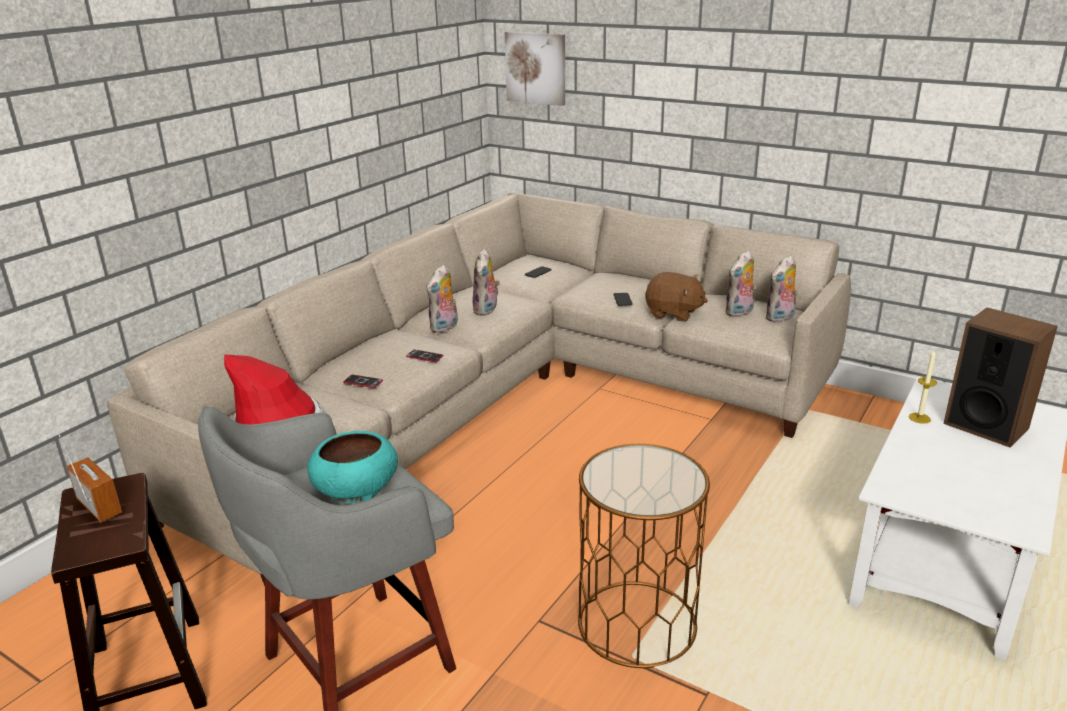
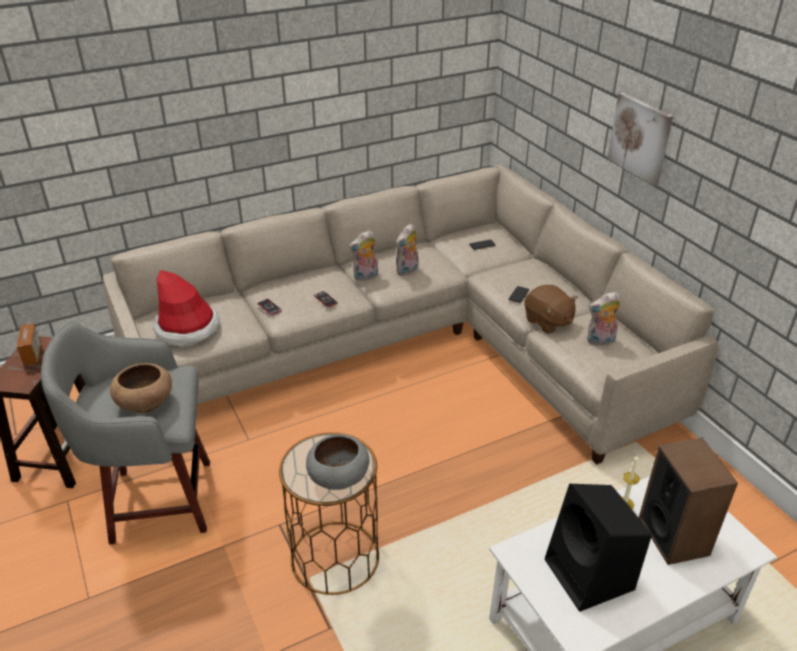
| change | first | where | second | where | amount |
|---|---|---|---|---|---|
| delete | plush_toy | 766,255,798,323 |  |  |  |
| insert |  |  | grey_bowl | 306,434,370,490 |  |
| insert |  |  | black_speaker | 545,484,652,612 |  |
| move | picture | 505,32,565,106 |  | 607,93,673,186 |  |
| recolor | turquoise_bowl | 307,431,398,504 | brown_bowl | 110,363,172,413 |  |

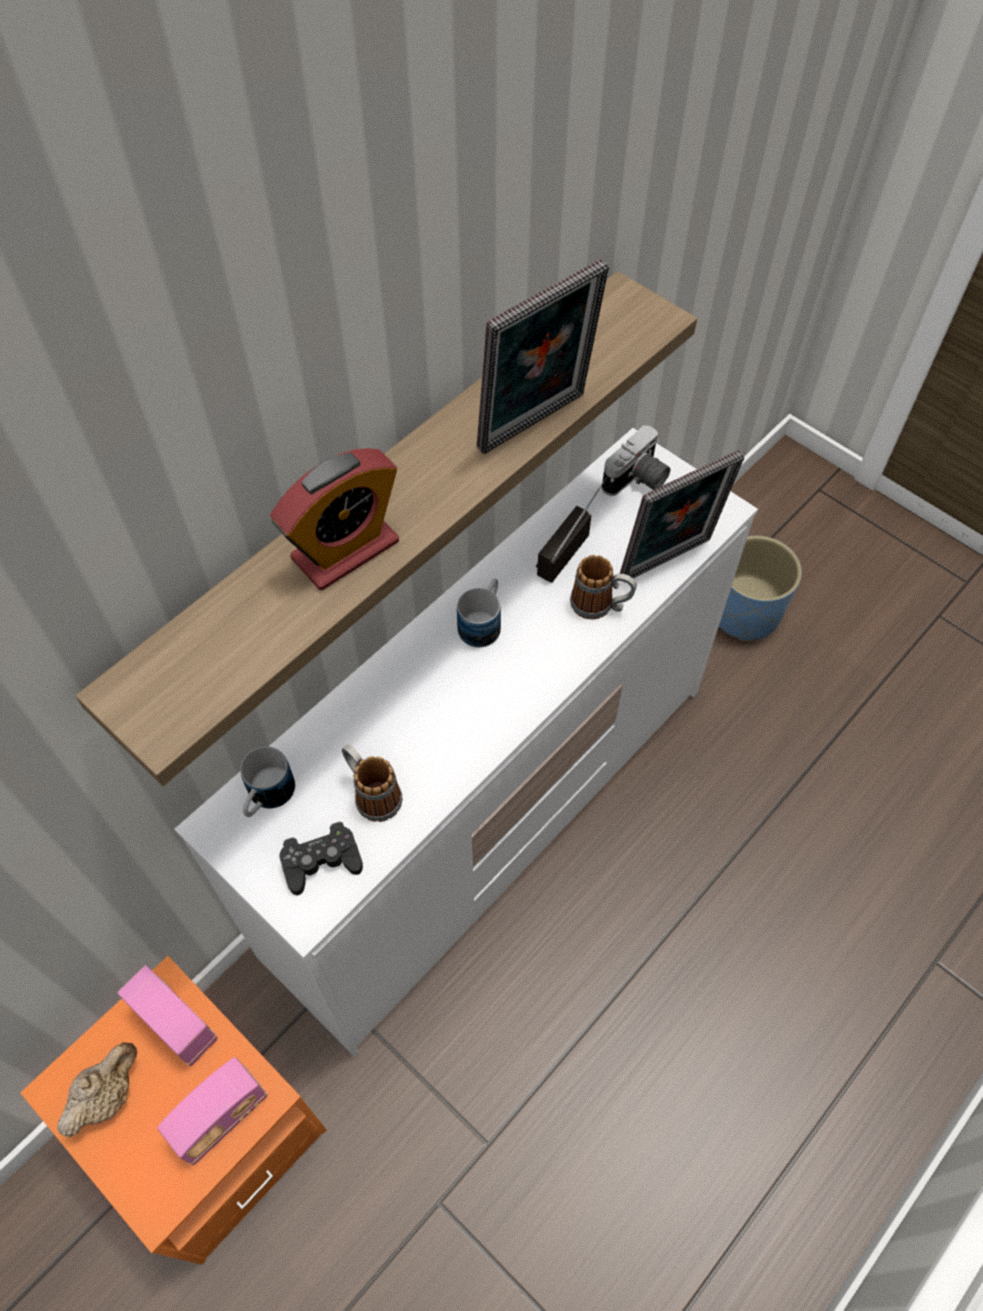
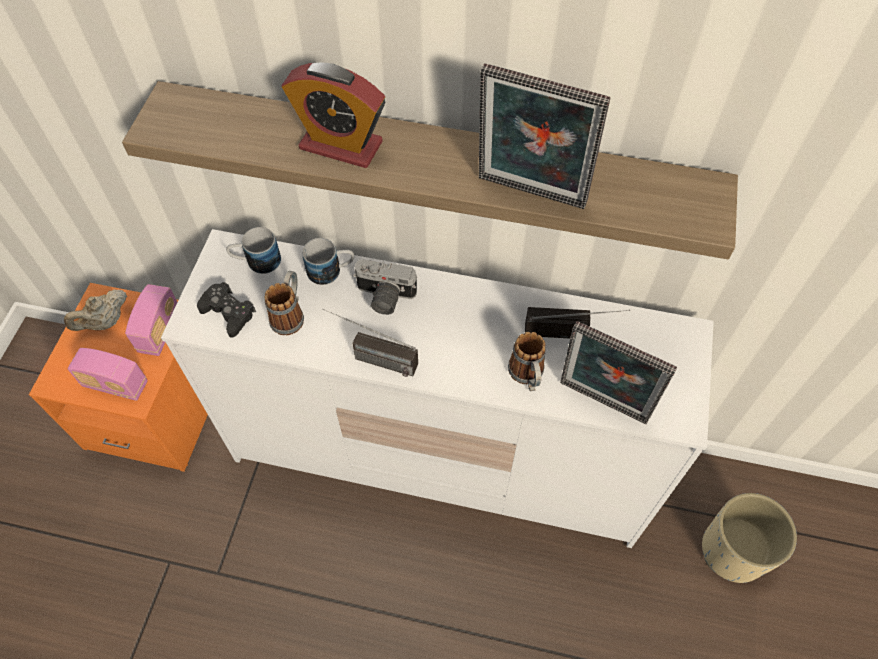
| change | first | where | second | where | amount |
|---|---|---|---|---|---|
| insert |  |  | radio | 322,309,418,377 |  |
| move | mug | 457,578,501,647 |  | 302,238,354,285 |  |
| move | photo_camera | 602,425,671,496 |  | 353,260,417,315 |  |
| recolor | blue_planter | 719,536,802,642 | beige_planter | 702,493,797,583 |  |
| rotate | beige_teapot | 57,1042,137,1138 |  | 64,289,127,331 | 135 degrees clockwise |

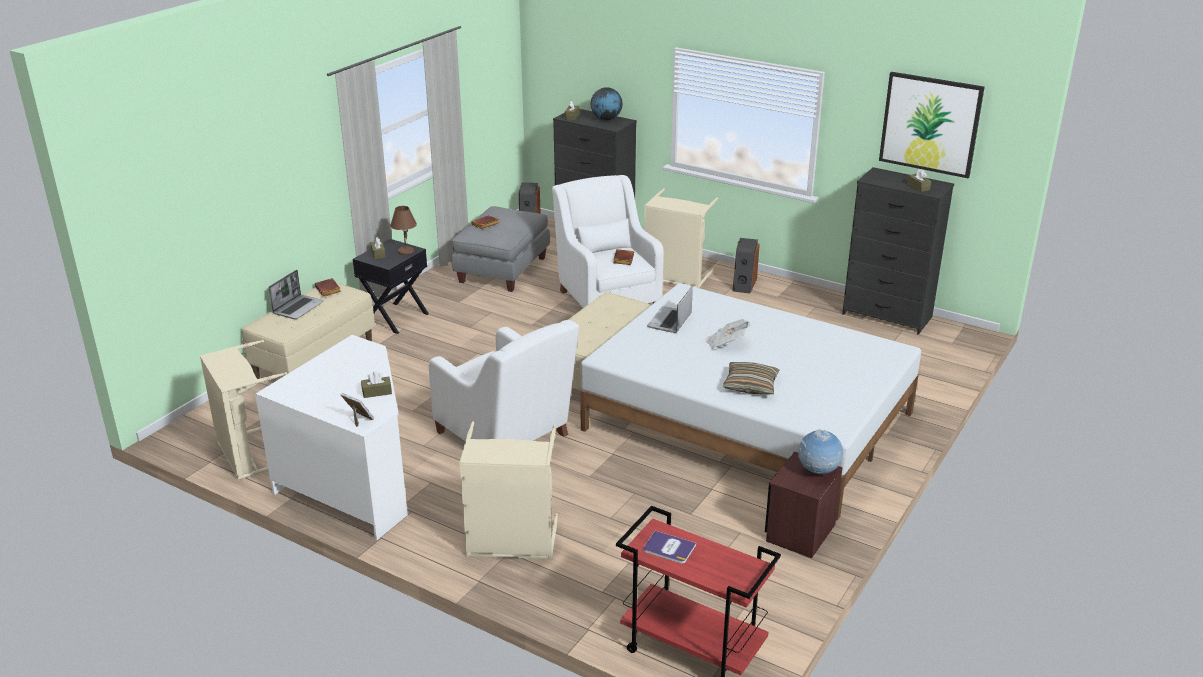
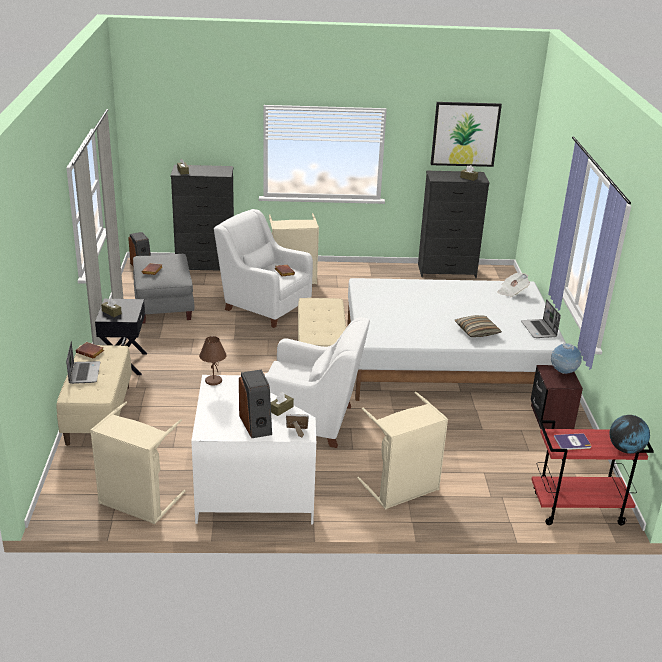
| change | first | where | second | where | amount |
|---|---|---|---|---|---|
| move | brown_table_lamp | 390,206,417,255 |  | 199,336,227,385 |  |
| move | globe | 591,87,623,120 |  | 610,415,650,454 |  |
| move | laptop | 647,286,693,333 |  | 521,299,561,338 |  |
| move | newspaper | 705,319,750,349 |  | 497,273,530,297 |  |
| move | speaker | 733,238,760,293 |  | 239,370,272,438 |  |

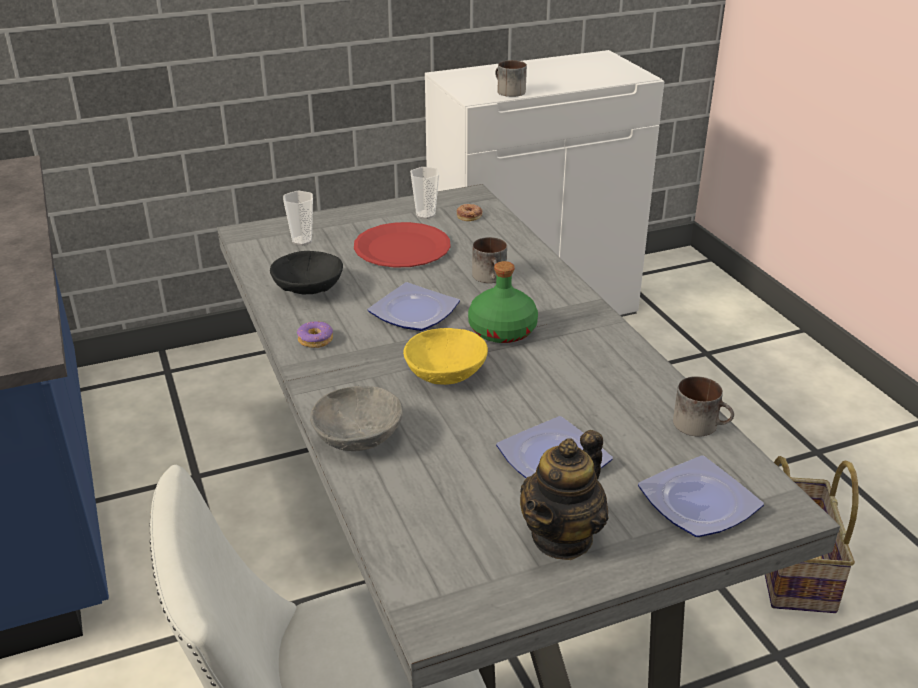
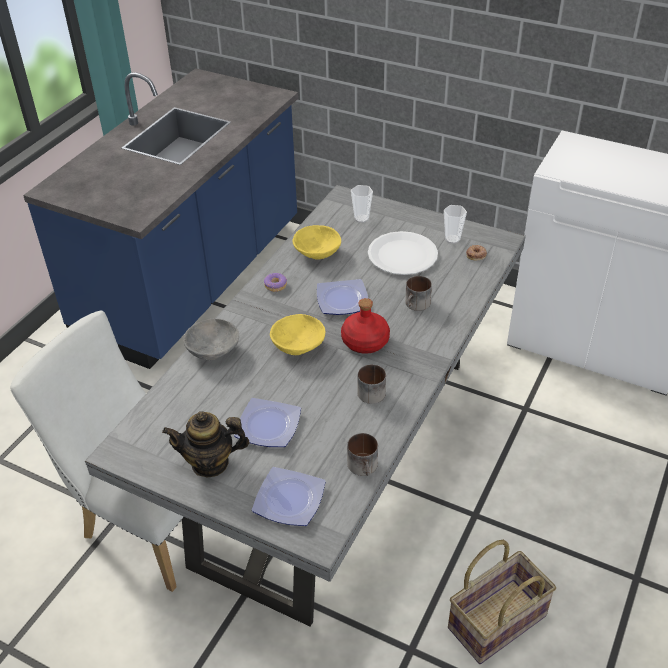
| change | first | where | second | where | amount |
|---|---|---|---|---|---|
| move | mug | 495,60,527,97 |  | 358,364,386,404 |  |
| recolor | black_bowl | 270,251,343,295 | yellow_bowl | 292,225,341,259 |  |
| recolor | red_plate | 354,222,451,268 | white_plate | 368,231,438,275 |  |
| recolor | green_bottle | 468,261,538,343 | red_bottle | 341,298,390,354 |  |

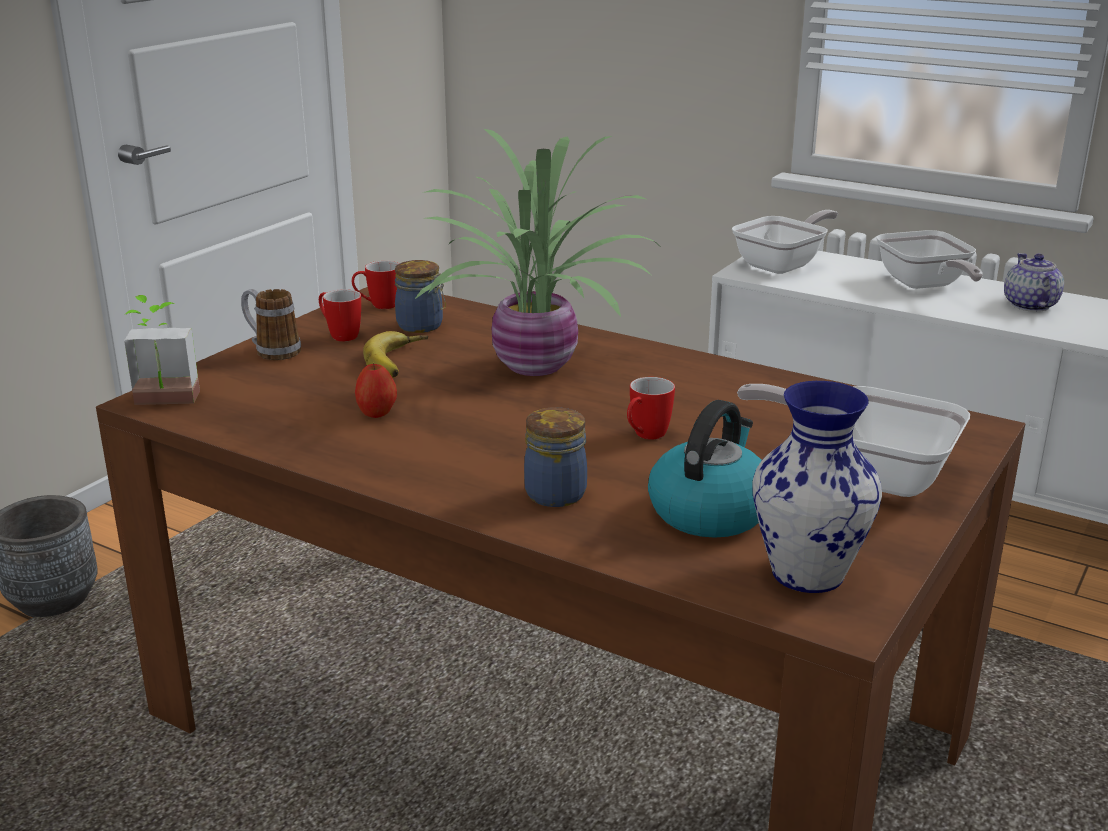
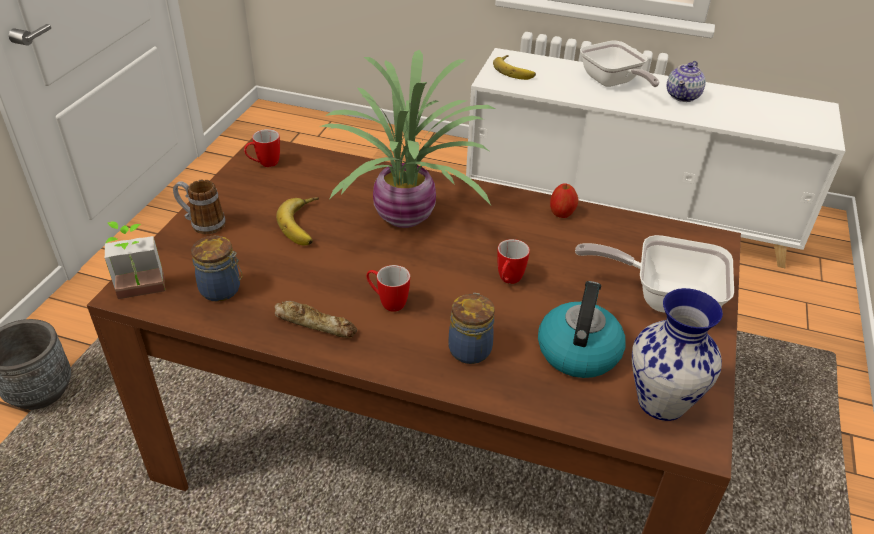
| change | first | where | second | where | amount |
|---|---|---|---|---|---|
| insert |  |  | bread | 275,301,357,338 |  |
| move | mug | 319,289,361,341 |  | 366,265,410,312 |  |
| move | apple | 355,363,397,418 |  | 550,183,578,218 |  |
| move | jar | 395,260,446,333 |  | 191,236,243,302 |  |
| replace | frying_pan | 732,210,838,274 | banana | 493,55,536,80 |  |
| rotate | teapot | 1004,253,1064,312 |  | 667,61,706,102 | 135 degrees counterclockwise |

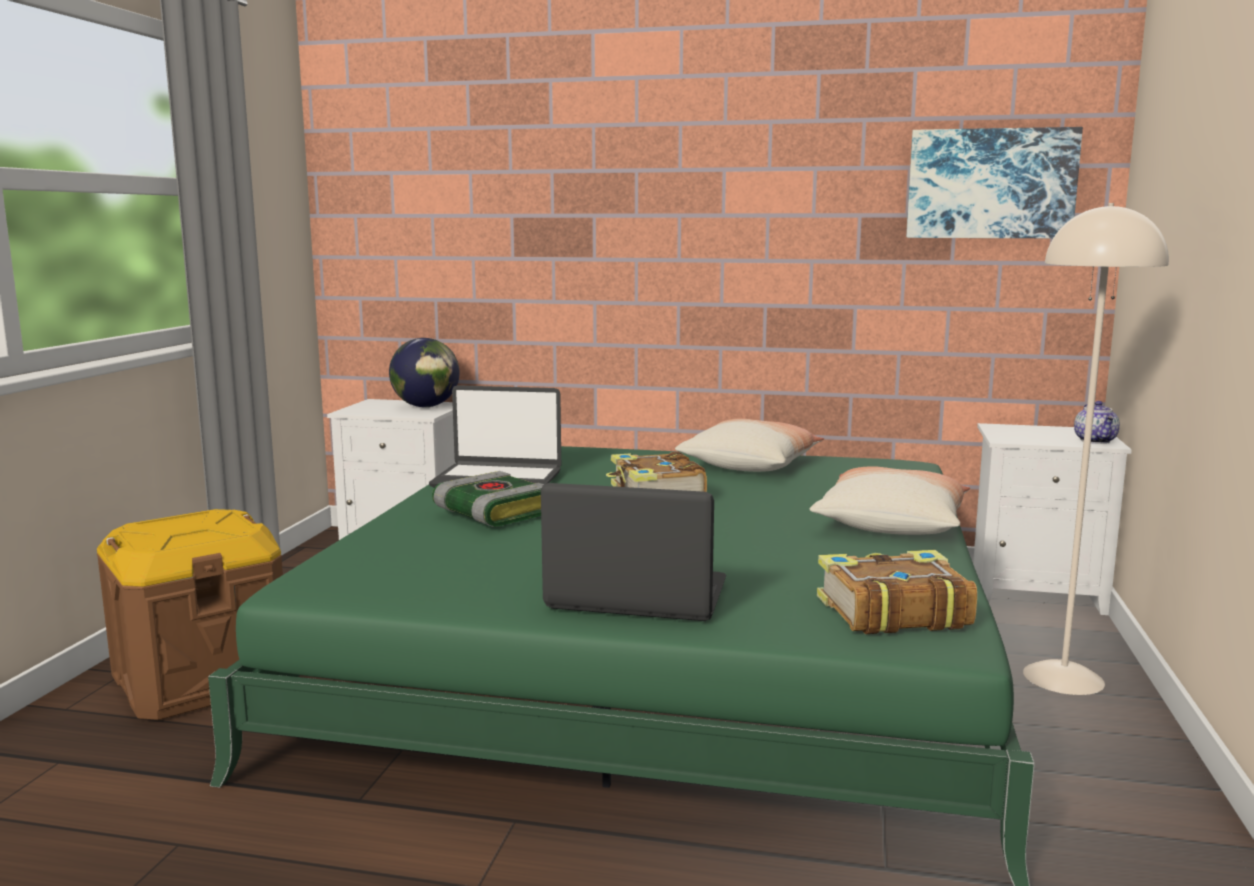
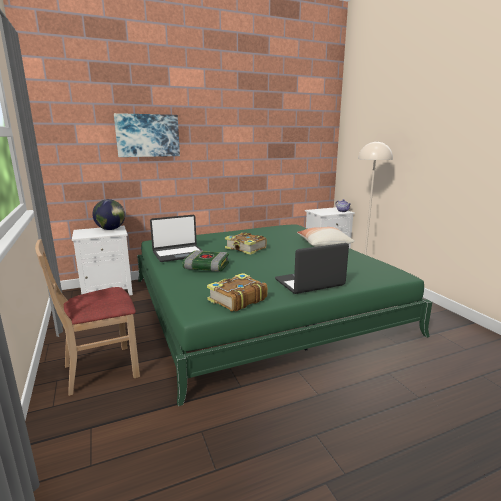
| change | first | where | second | where | amount |
|---|---|---|---|---|---|
| delete | pillow | 675,419,824,472 |  |  |  |
| move | book | 817,550,977,634 |  | 207,273,268,312 |  |
| move | picture | 906,127,1083,238 |  | 114,113,180,157 |  |
| replace | brown_storage_box | 97,509,283,720 | beige_chair | 35,239,140,396 |  |

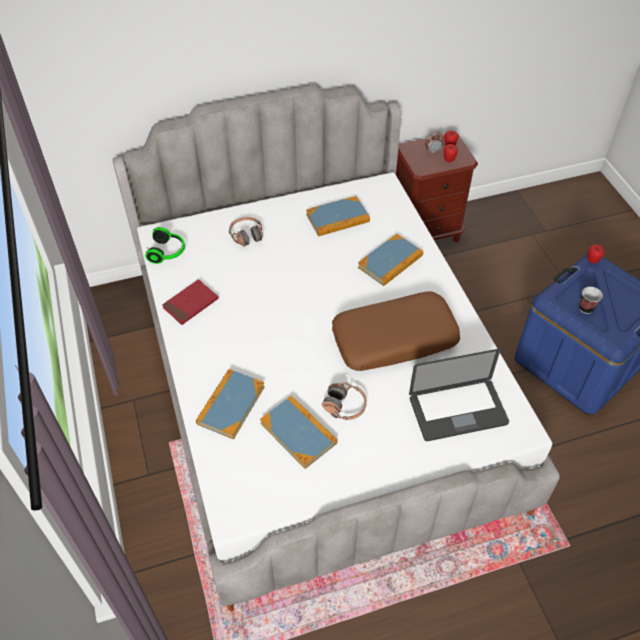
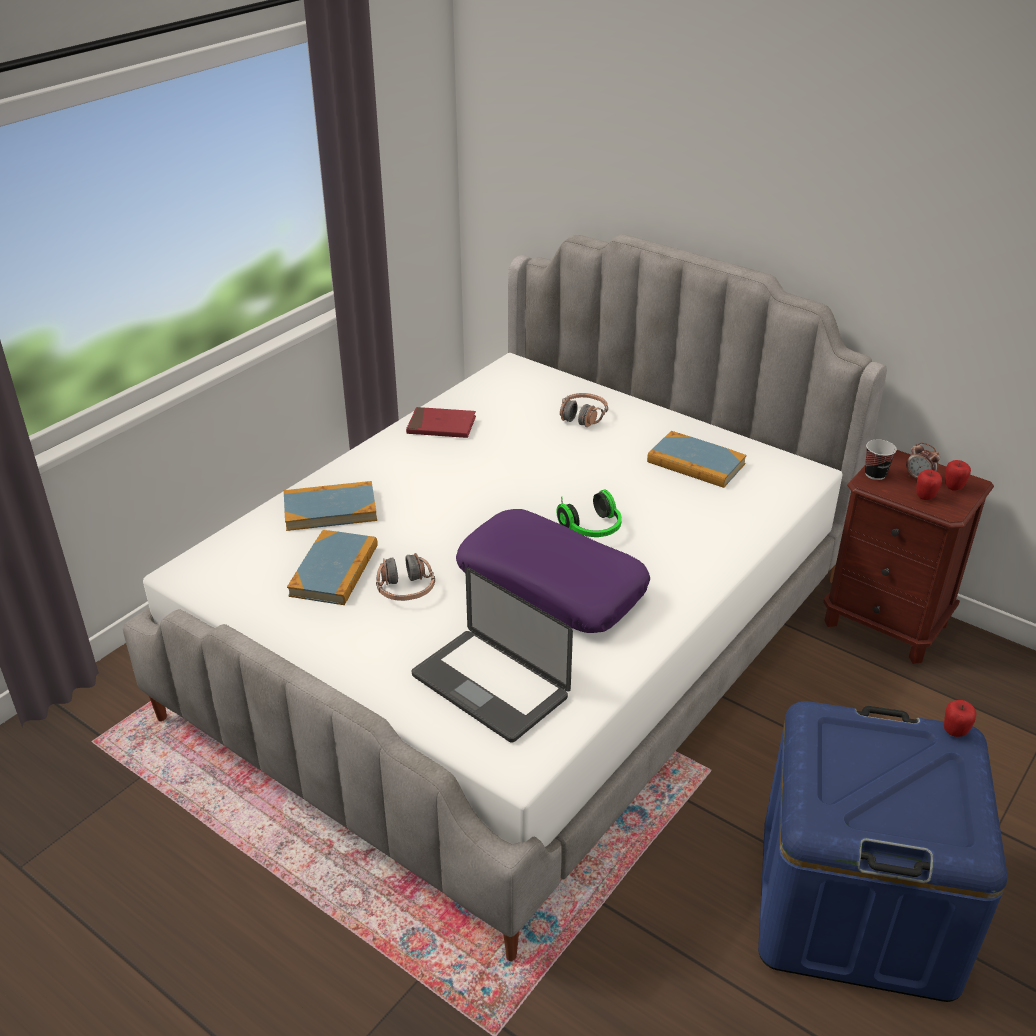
| change | first | where | second | where | amount |
|---|---|---|---|---|---|
| delete | book | 358,234,423,286 |  |  |  |
| move | headphones | 145,227,185,264 |  | 557,490,622,537 |  |
| move | cup | 579,287,603,314 |  | 865,440,897,480 |  |
| recolor | brown_pillow | 332,291,460,371 | purple_pillow | 456,509,650,633 |  |

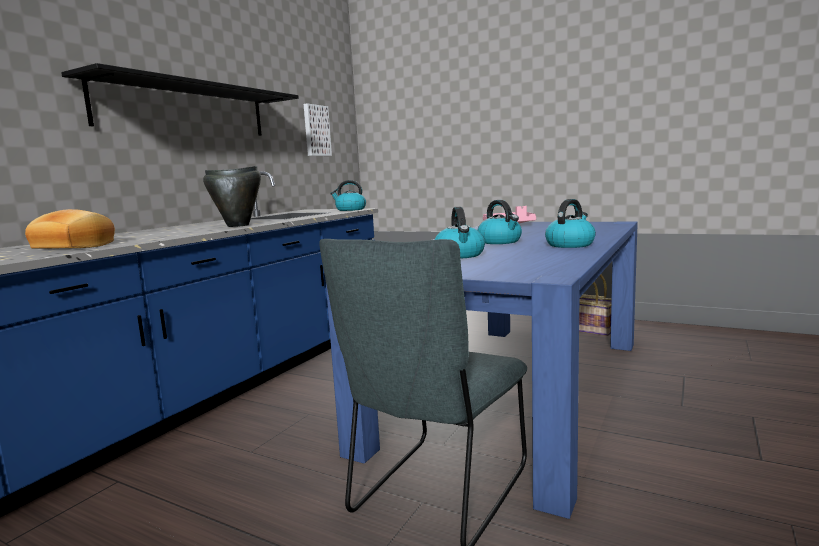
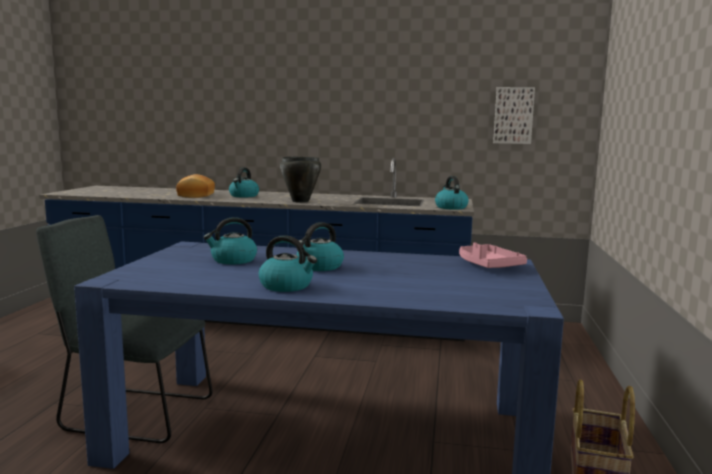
| change | first | where | second | where | amount |
|---|---|---|---|---|---|
| delete | black_shelf | 61,63,299,136 |  |  |  |
| insert |  |  | kettle | 229,168,259,197 |  |

